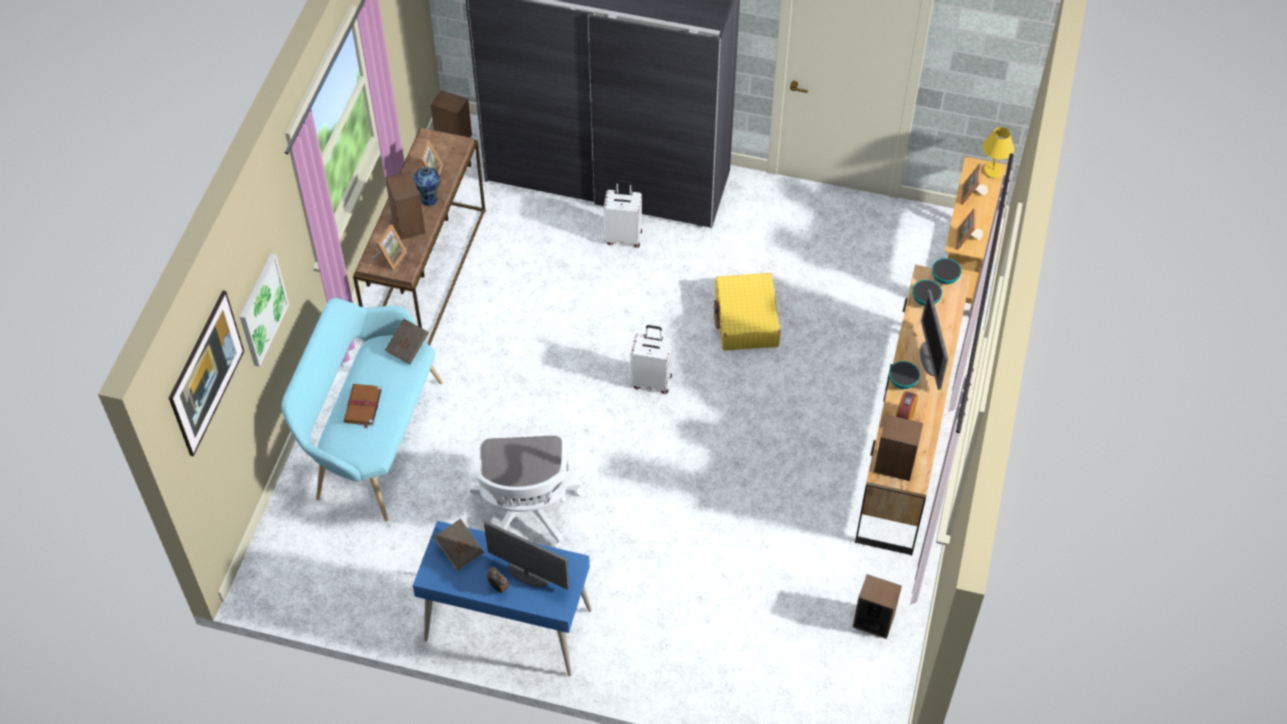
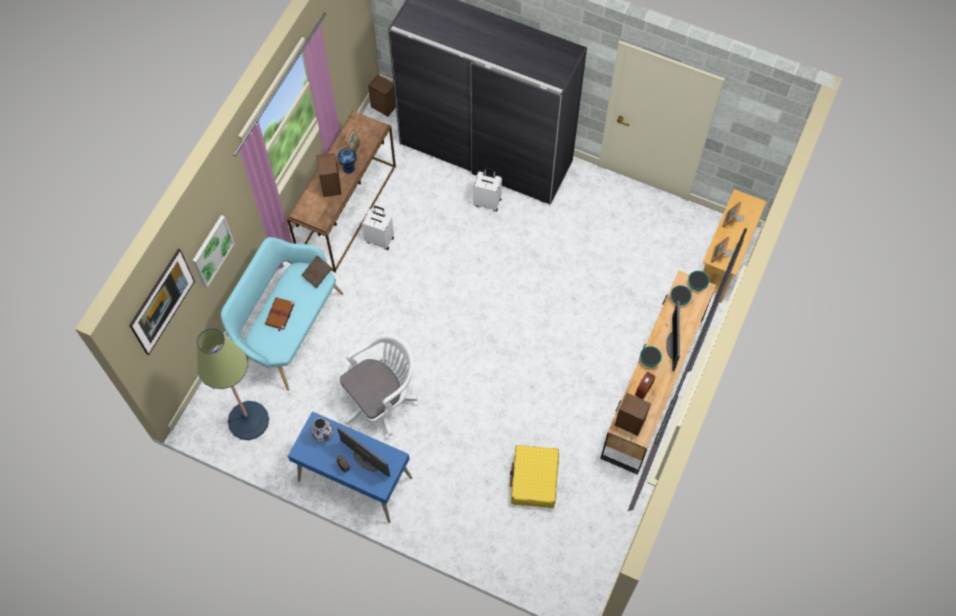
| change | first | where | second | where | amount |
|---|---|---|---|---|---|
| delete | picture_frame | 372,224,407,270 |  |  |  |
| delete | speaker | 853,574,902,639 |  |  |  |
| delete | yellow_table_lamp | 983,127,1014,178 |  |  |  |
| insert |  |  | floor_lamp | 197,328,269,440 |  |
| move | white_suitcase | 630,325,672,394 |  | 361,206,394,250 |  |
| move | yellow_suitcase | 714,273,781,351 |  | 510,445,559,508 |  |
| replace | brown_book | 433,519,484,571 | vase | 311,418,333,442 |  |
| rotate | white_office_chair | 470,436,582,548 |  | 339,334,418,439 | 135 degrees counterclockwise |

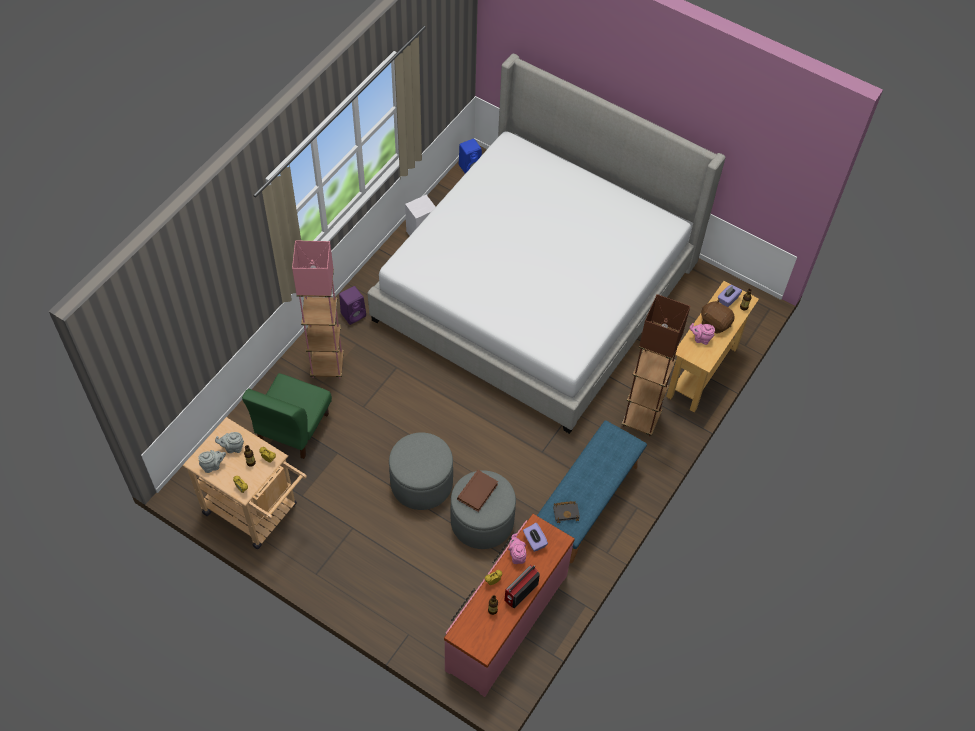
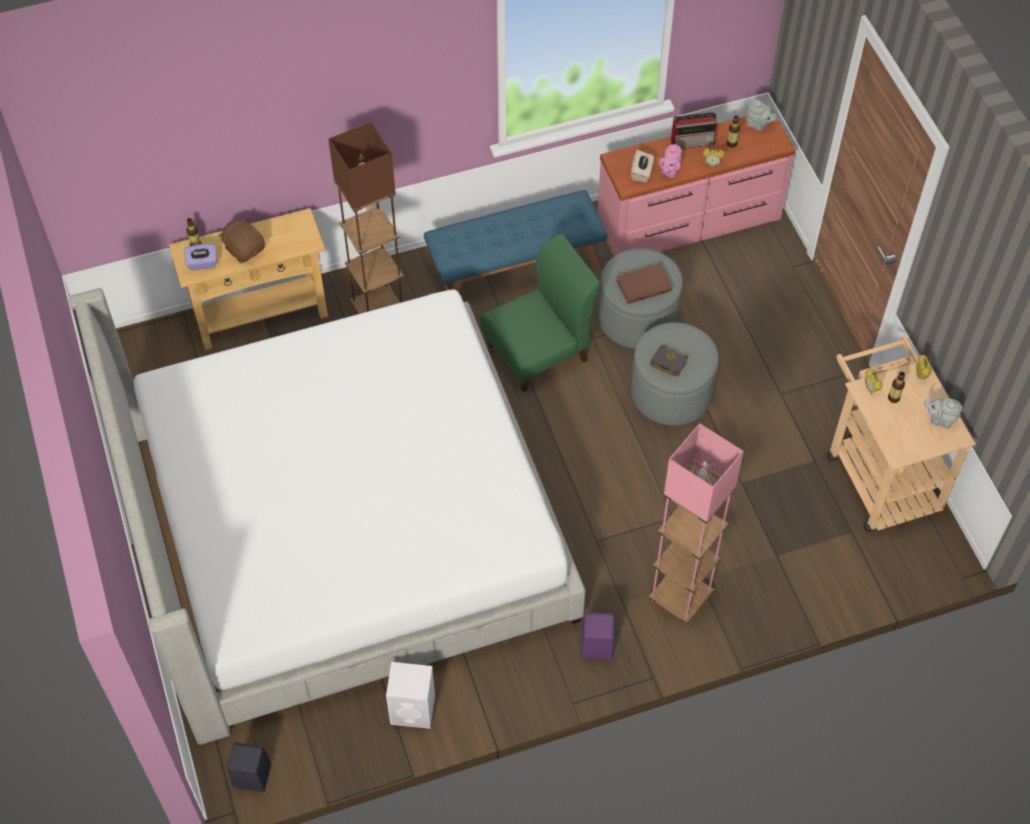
| change | first | where | second | where | amount |
|---|---|---|---|---|---|
| delete | pink_teapot | 690,323,715,345 |  |  |  |
| move | grey_teapot | 215,432,244,453 |  | 746,100,778,131 |  |
| move | green_chair | 242,373,332,459 |  | 480,234,600,392 |  |
| move | black_book | 553,501,580,523 |  | 650,345,688,377 |  |
| recolor | blue_speaker | 459,139,482,174 | black_speaker | 227,742,271,792 |  |
| recolor | purple_tissue_box | 523,523,548,552 | beige_tissue_box | 631,150,654,182 |  |
| rotate | brown_plush_toy | 701,299,735,334 |  | 219,216,265,263 | 150 degrees clockwise |

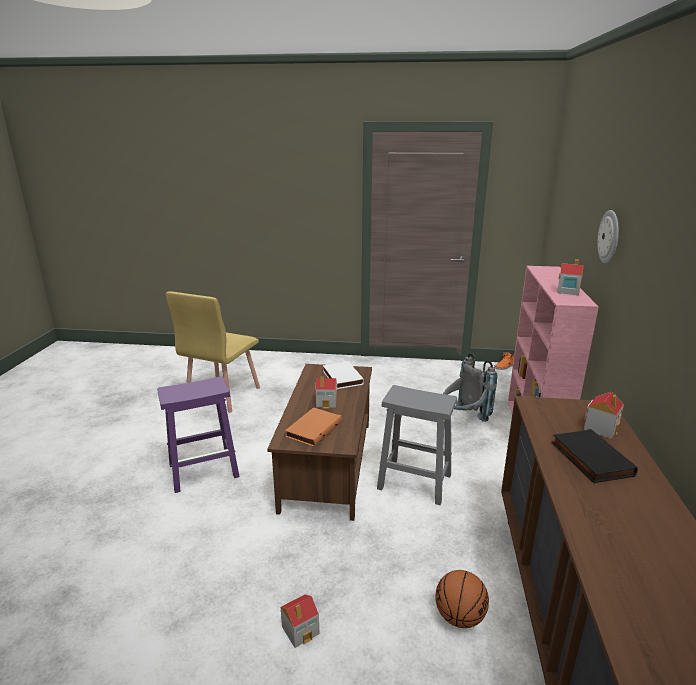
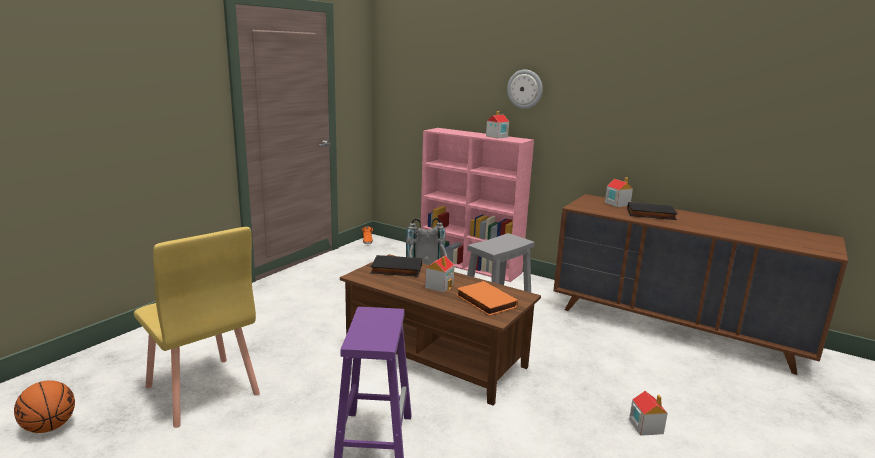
| change | first | where | second | where | amount |
|---|---|---|---|---|---|
| move | basketball | 435,570,489,628 |  | 14,380,75,433 |  |
| recolor | white_book | 323,361,364,389 | black_book | 371,255,422,277 |  |

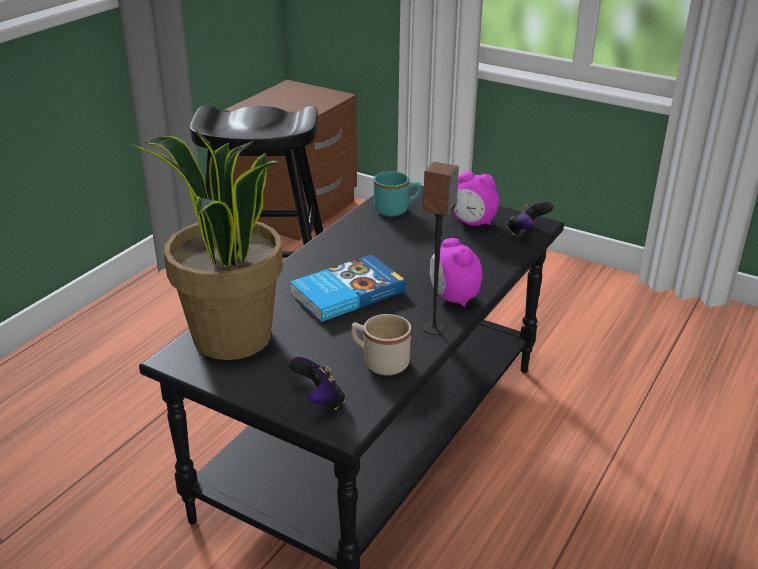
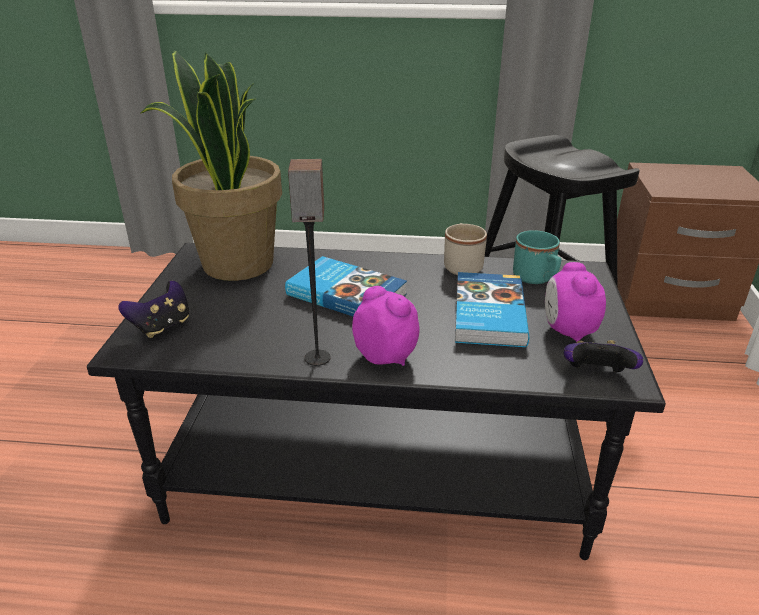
| change | first | where | second | where | amount |
|---|---|---|---|---|---|
| insert |  |  | book | 455,272,529,347 |  |
| move | beige_mug | 351,314,411,376 |  | 444,223,487,275 |  |
| rotate | alarm_clock | 430,238,482,307 |  | 352,286,420,366 | 90 degrees clockwise |

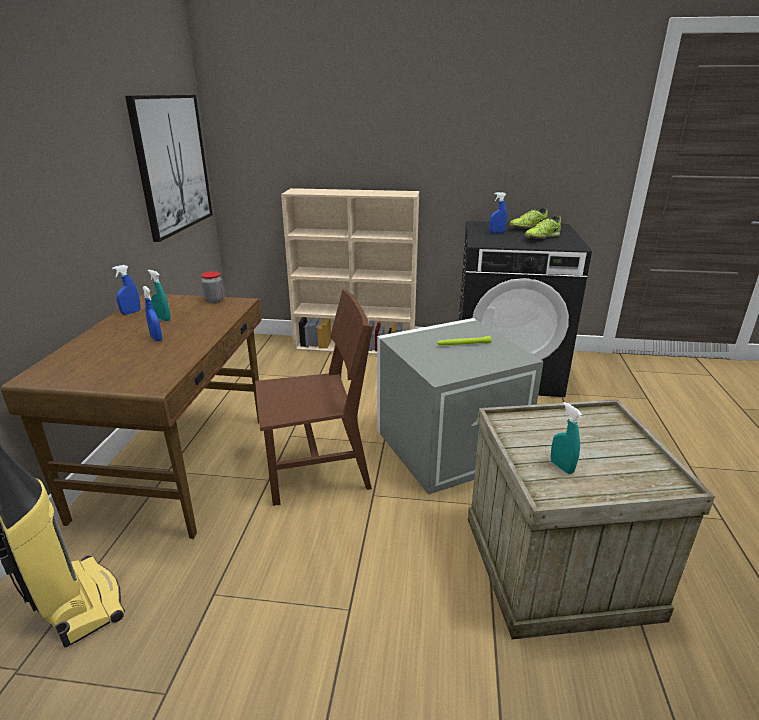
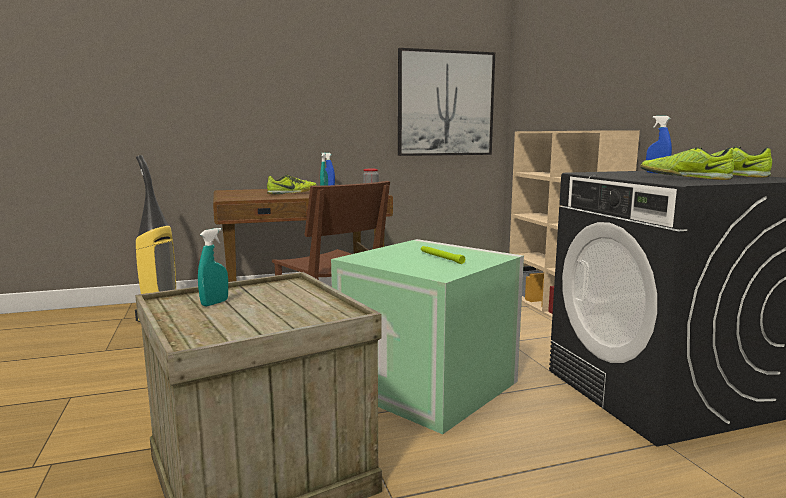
| change | first | where | second | where | amount |
|---|---|---|---|---|---|
| replace | blue_spray_bottle | 143,286,162,341 | shoe | 267,175,317,194 |  |
| recolor | grey_storage_box | 377,318,544,495 | green_storage_box | 331,239,524,434 |  |

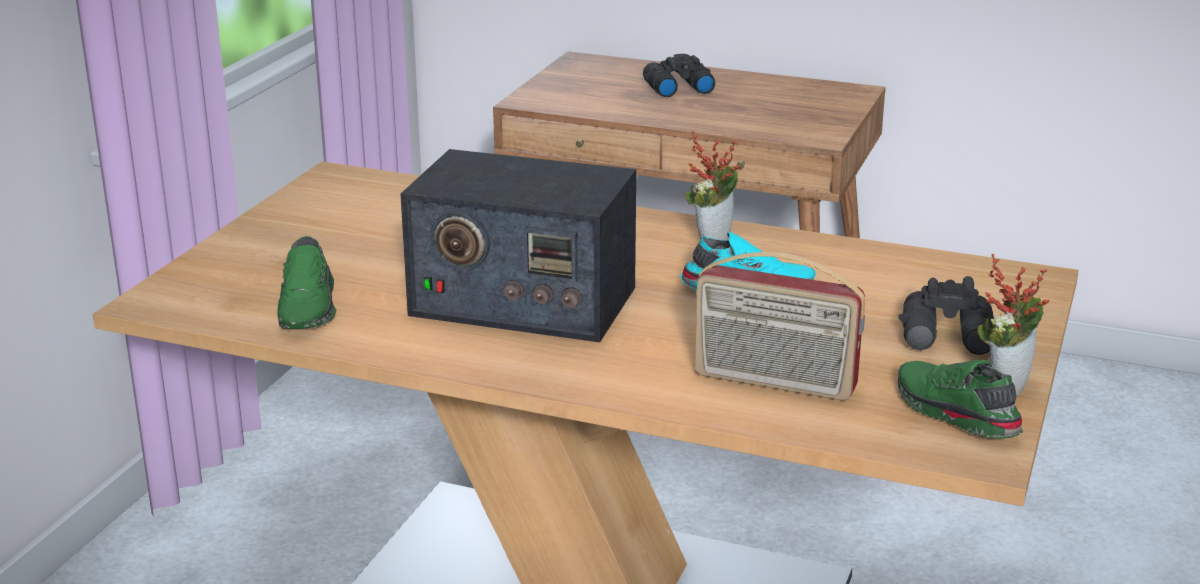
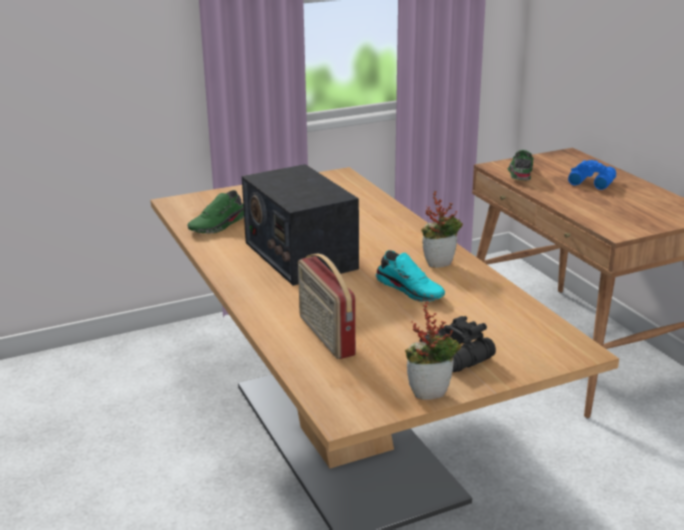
| change | first | where | second | where | amount |
|---|---|---|---|---|---|
| move | green_shoe | 898,360,1023,439 |  | 508,150,533,180 |  |
| recolor | black_binoculars | 643,54,715,97 | blue_binoculars | 568,160,616,190 |  |

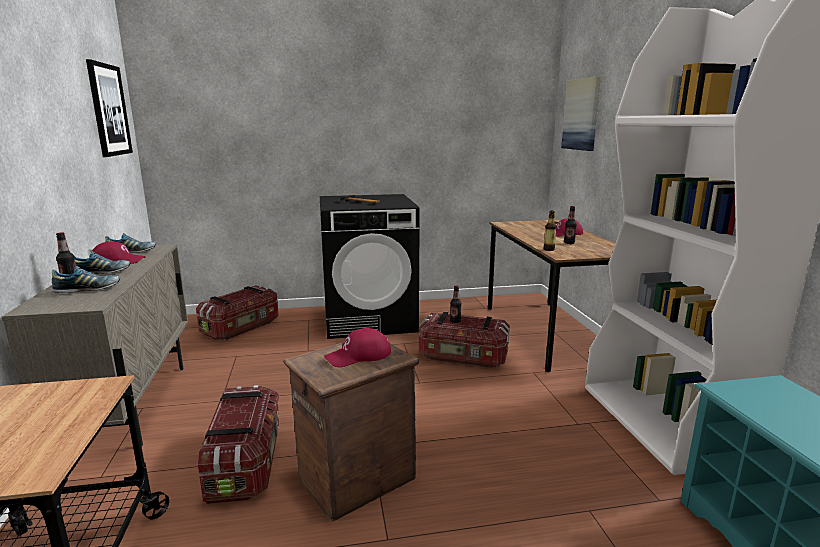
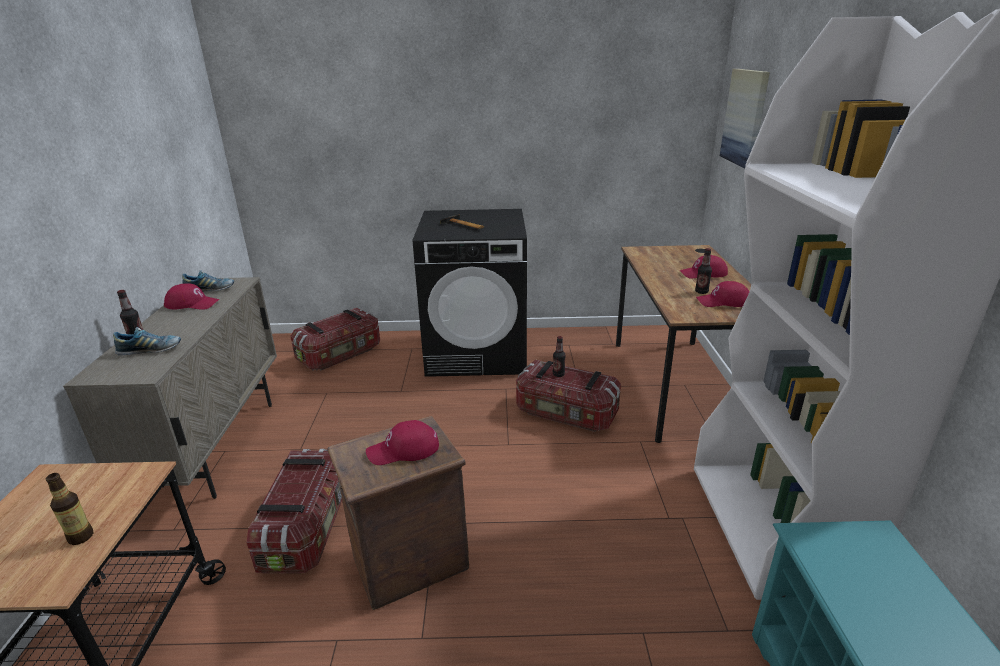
| change | first | where | second | where | amount |
|---|---|---|---|---|---|
| delete | shoe | 74,251,130,274 |  |  |  |
| delete | picture | 86,59,133,157 |  |  |  |
| insert |  |  | red_cap | 696,281,750,307 |  |
| move | bottle | 544,211,557,251 |  | 46,473,93,545 |  |

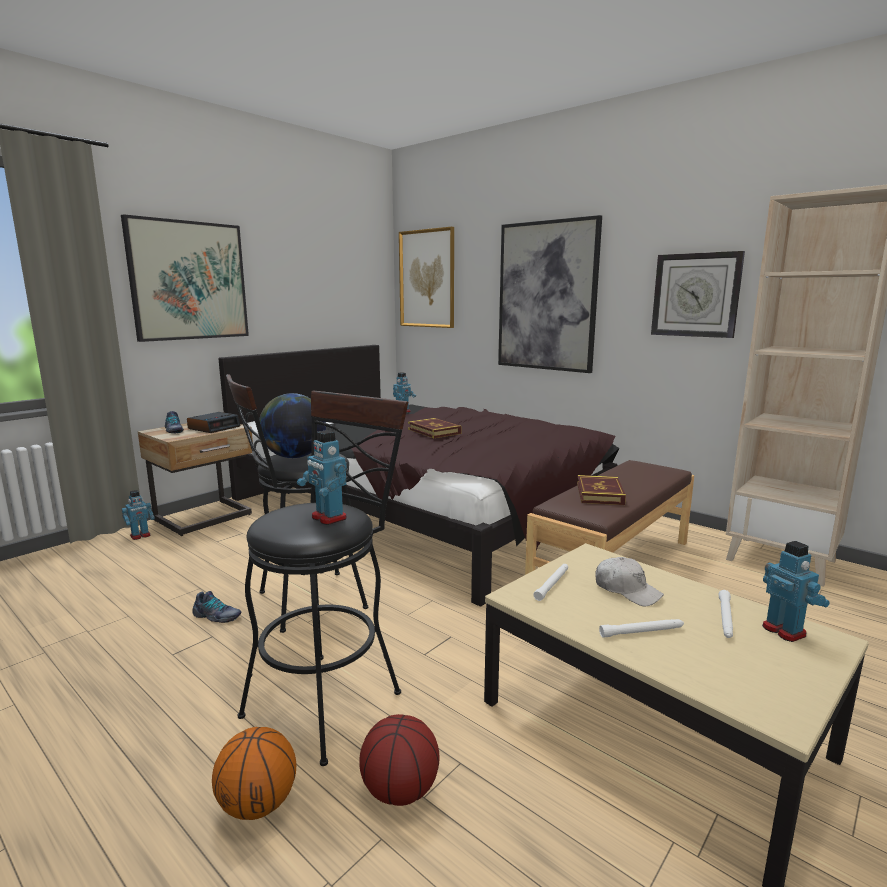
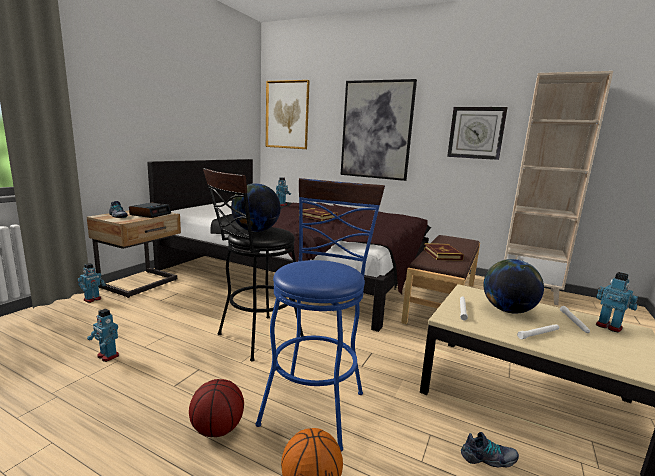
| change | first | where | second | where | amount |
|---|---|---|---|---|---|
| delete | picture | 121,214,249,342 |  |  |  |
| move | shoe | 192,591,242,623 |  | 461,432,519,467 |  |
| move | toy_robot | 297,430,347,525 |  | 87,309,119,362 |  |
| move | basketball | 359,714,440,806 |  | 189,379,244,437 |  |
| replace | white_cap | 595,557,664,607 | globe | 483,259,544,314 |  |
| recolor | black_stool | 238,391,408,766 | blue_stool | 255,178,385,452 |  |

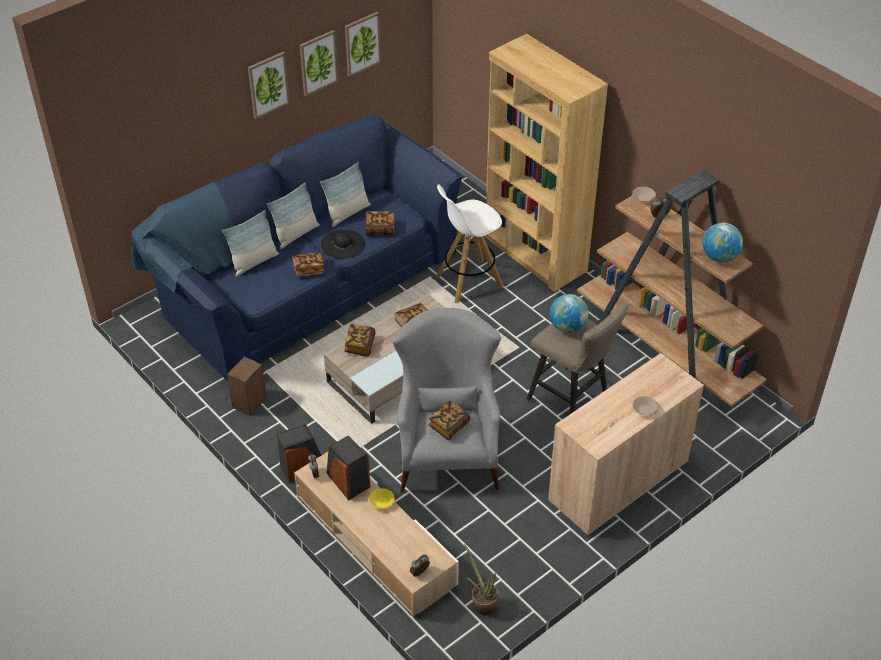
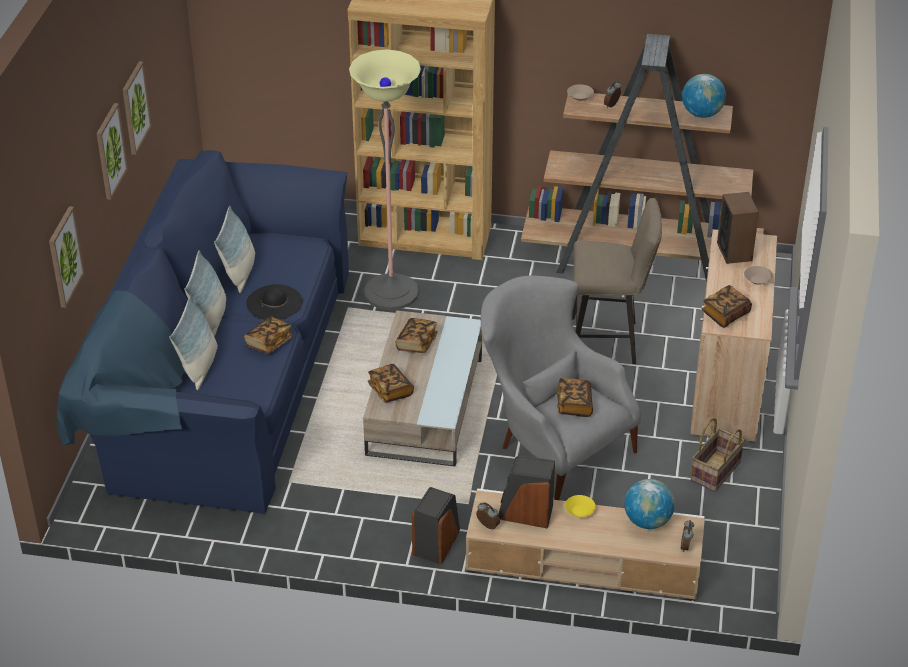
| change | first | where | second | where | amount |
|---|---|---|---|---|---|
| delete | potted_plant | 465,545,499,615 |  |  |  |
| insert |  |  | basket | 691,418,745,492 |  |
| move | speaker | 227,356,267,416 |  | 717,192,759,264 |  |
| move | picture | 345,12,381,77 |  | 49,206,85,308 |  |
| move | book | 365,211,394,236 |  | 702,285,752,328 |  |
| move | globe | 550,294,588,333 |  | 624,479,675,529 |  |
| replace | white_stool | 436,185,504,303 | floor_lamp | 349,49,421,310 |  |

